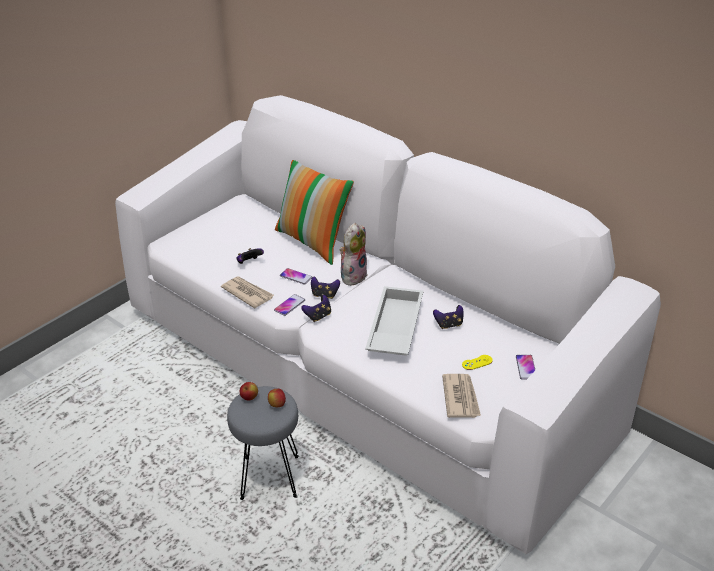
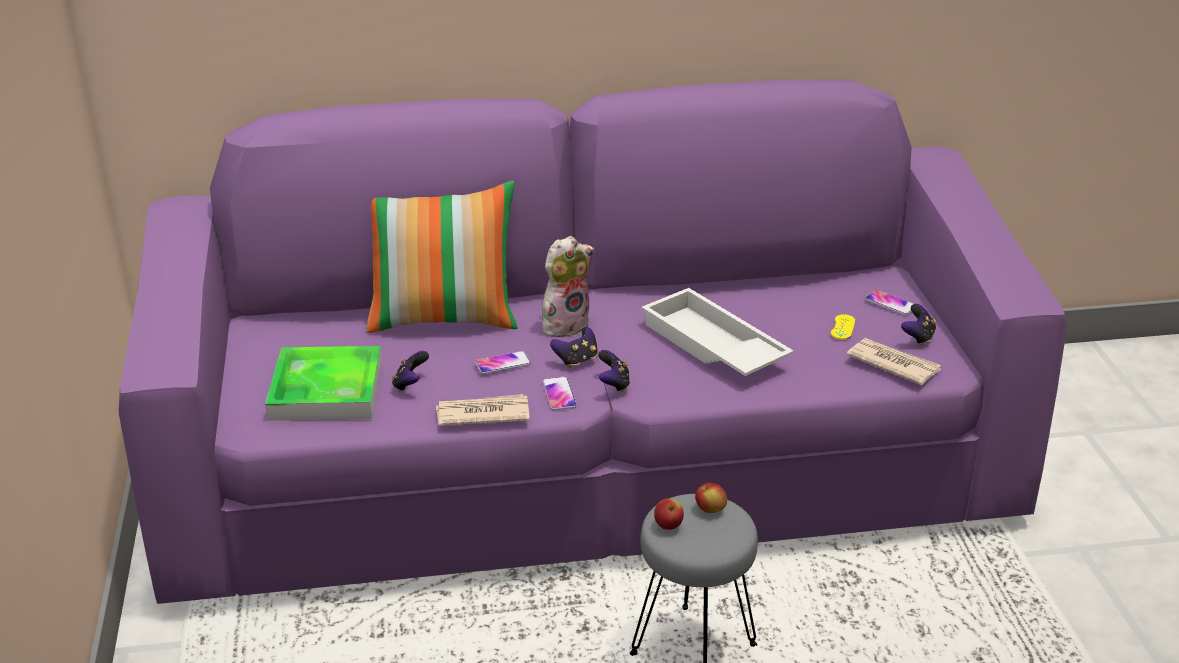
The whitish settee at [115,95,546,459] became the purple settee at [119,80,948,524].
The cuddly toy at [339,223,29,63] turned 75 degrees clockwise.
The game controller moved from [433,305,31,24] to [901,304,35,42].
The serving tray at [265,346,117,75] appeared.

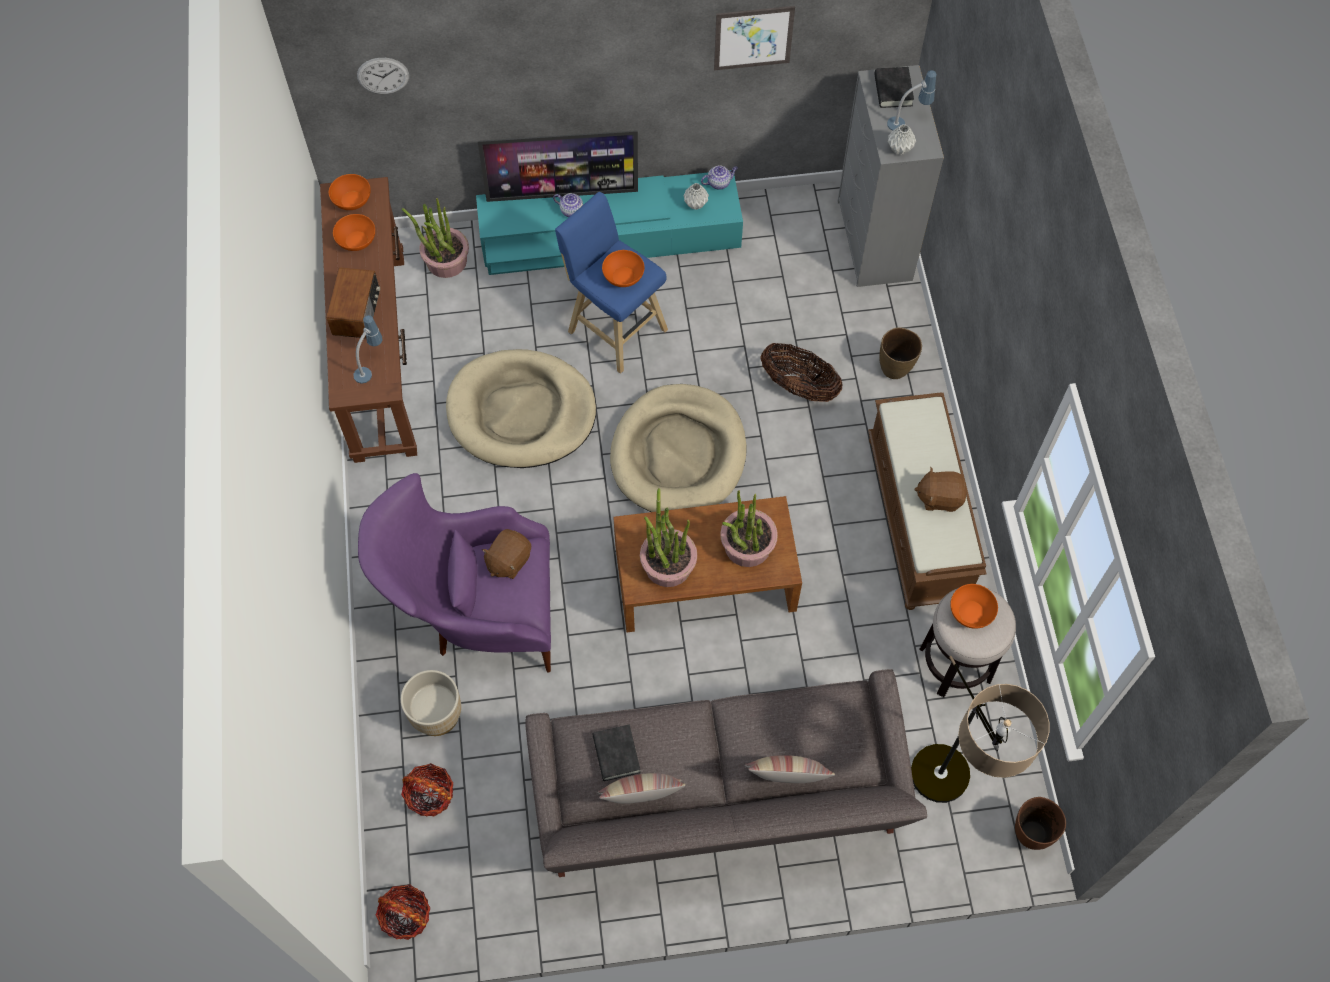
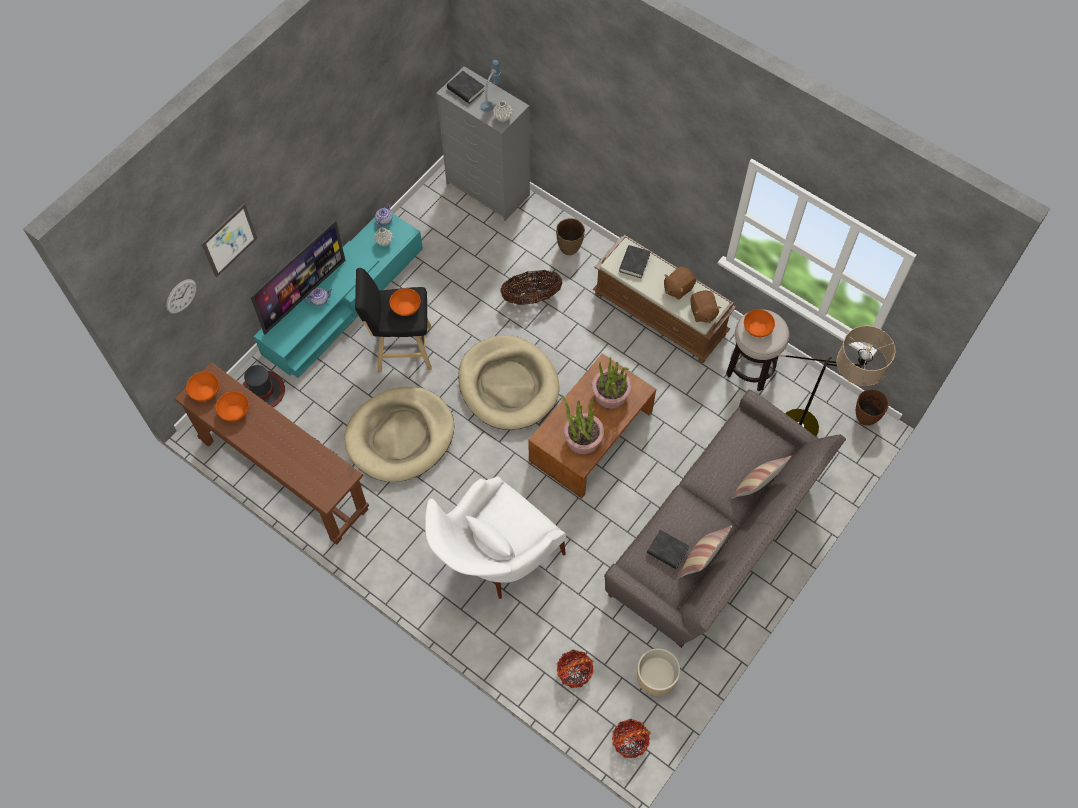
The radio at [326,267,54,71] disappeared.
The table lamp at [353,315,30,69] disappeared.
The purple easy chair at [358,473,193,199] became the whitish easy chair at [425,477,141,122].
The beige-coloured planter moved from [401,670,60,66] to [637,648,43,48].
The potted plant at [402,198,67,80] was replaced by the hat at [242,365,43,42].
The brownish cuddly toy moved from [482,529,49,50] to [690,290,31,33].
The blue stool at [555,192,113,182] became the blackish stool at [355,268,77,104].
The wall picture moved from [714,6,81,64] to [201,203,56,75].
The blackish book at [619,245,32,33] appeared.

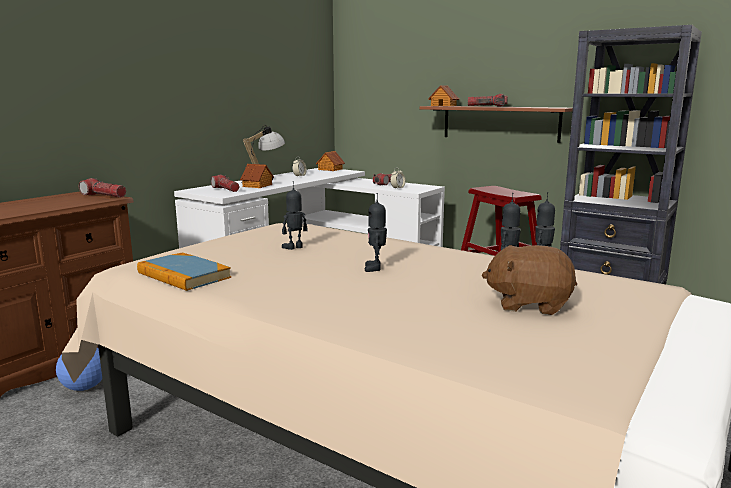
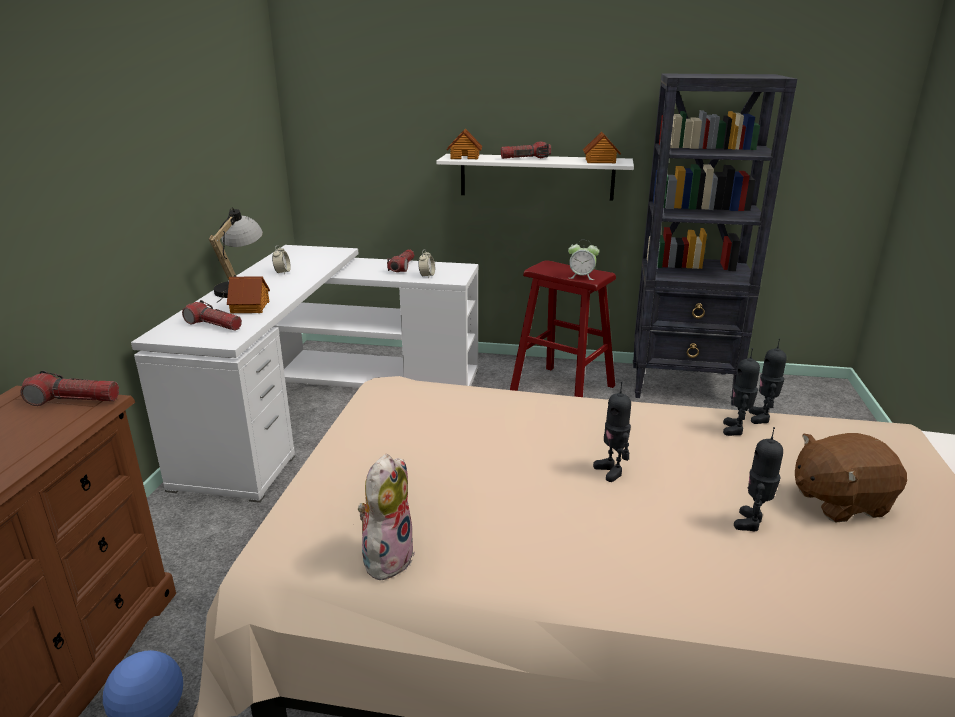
The book at [137,253,94,38] was replaced by the cuddly toy at [358,454,57,127].
The toy robot moved from [282,181,26,69] to [734,427,49,104].
The toy house moved from [316,151,29,20] to [583,131,38,33].
The brownish bracket shelf at [419,106,154,37] became the whitish bracket shelf at [436,154,198,47].
The bedside clock at [568,240,31,40] appeared.

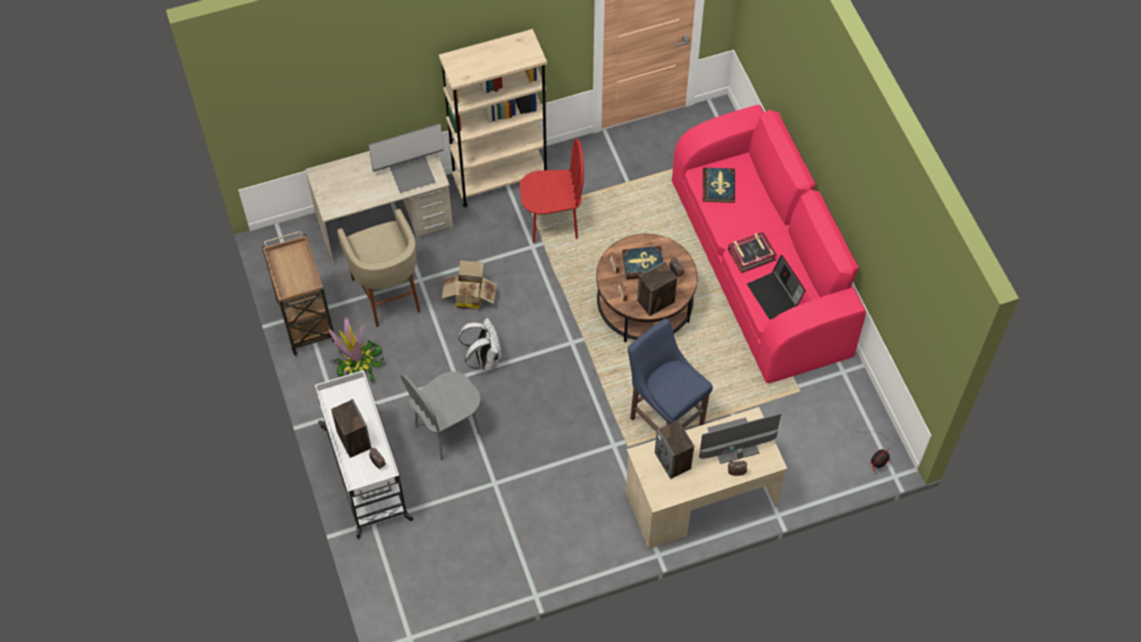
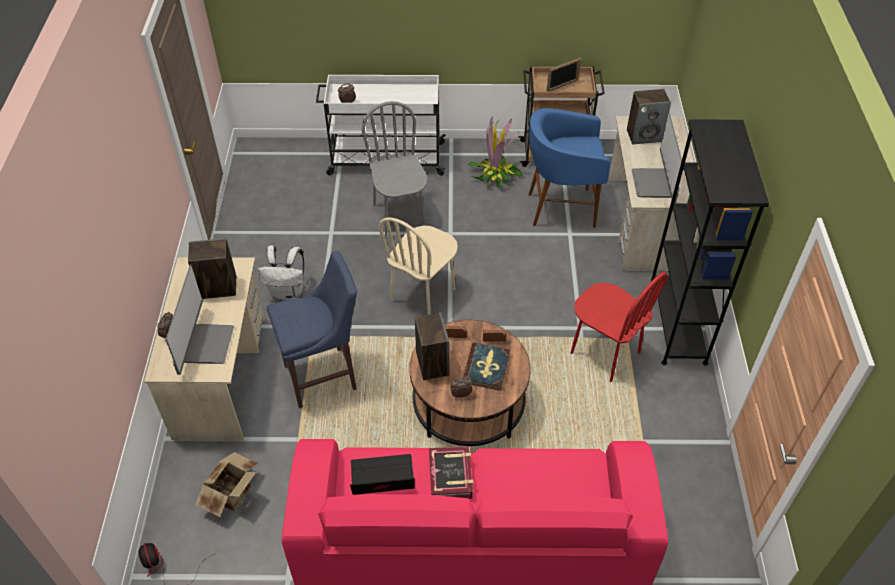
The loudspeaker moved from [331,399,41,59] to [627,89,44,55].
The beige-coloured stool at [337,209,83,118] became the blue stool at [529,108,81,120].
The beige-coloured bookcase at [439,29,108,178] became the blackish bookcase at [650,119,119,247].
The packing box moved from [441,260,56,50] to [195,452,64,65].
The whitish backpack moved from [459,318,42,53] to [258,245,46,55].
The reddish chair at [520,139,64,104] turned 60 degrees counterclockwise.
The book at [703,168,32,35] disappeared.
The beige-coloured chair at [379,217,79,98] appeared.
The standing frame at [546,58,35,34] appeared.

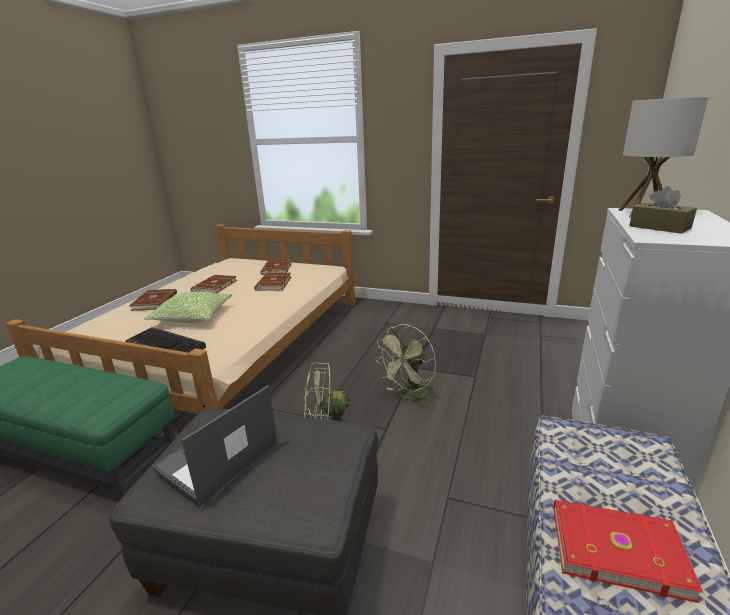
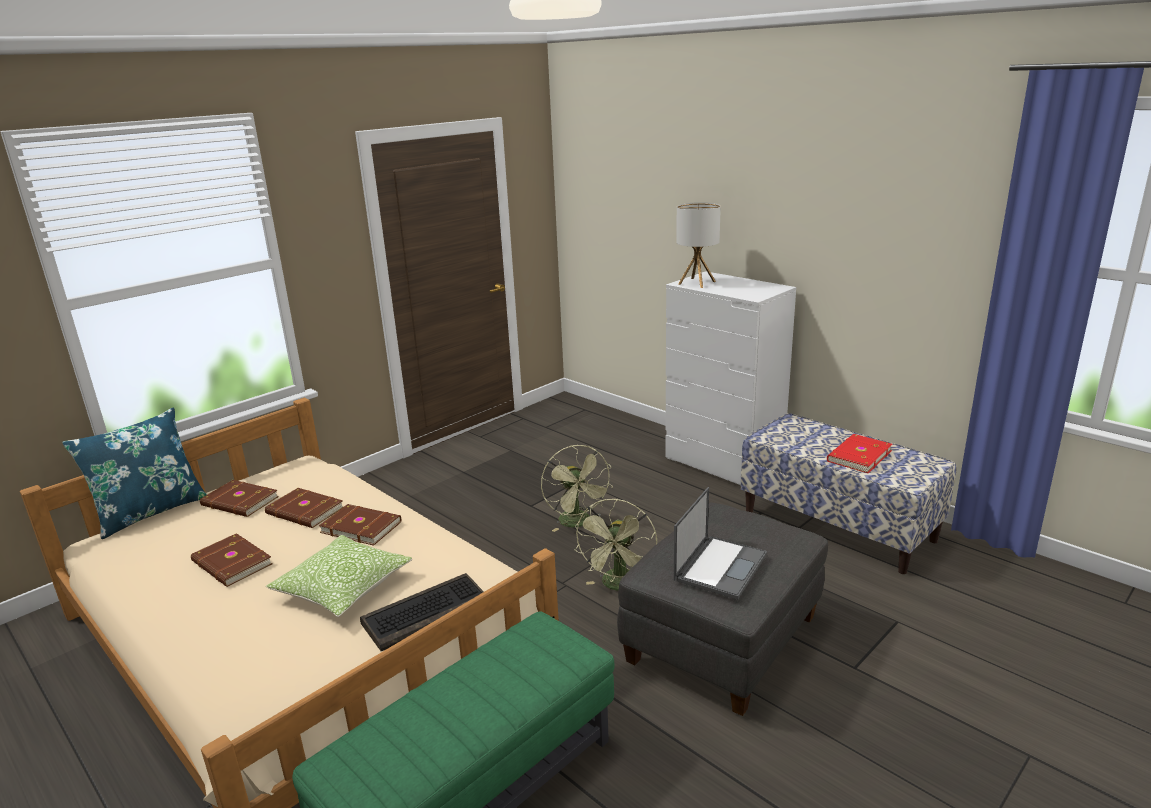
The brownish book moved from [129,289,48,22] to [319,504,82,42].
The portable computer at [152,385,126,119] turned 120 degrees counterclockwise.
The brownish box of tissues at [629,186,68,48] disappeared.
The blue throw pillow at [62,408,145,131] appeared.

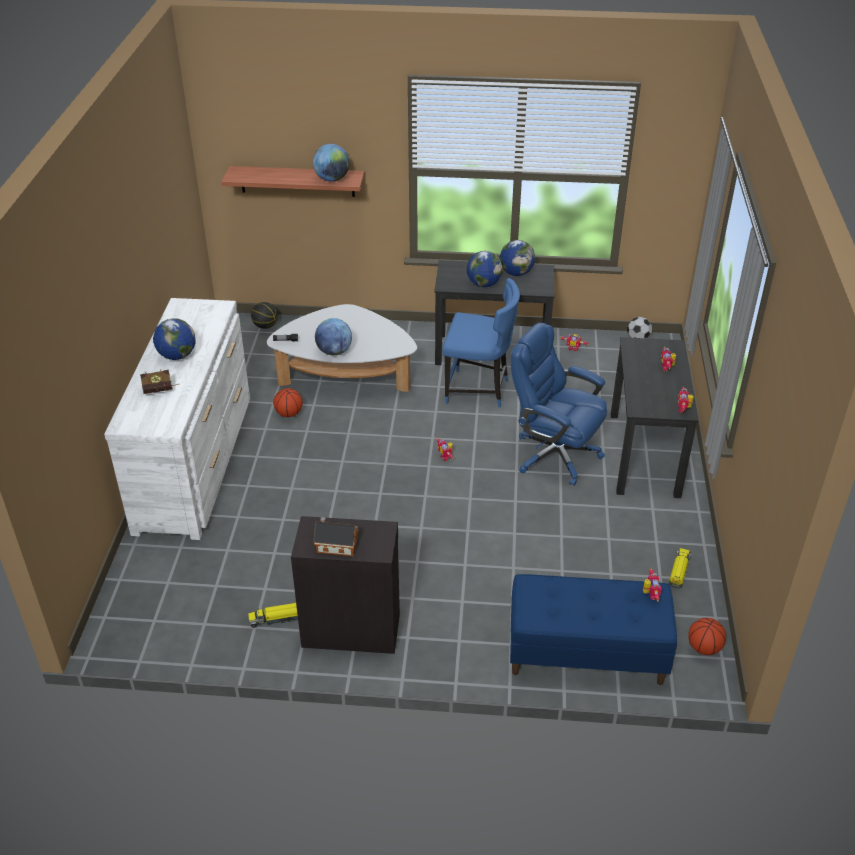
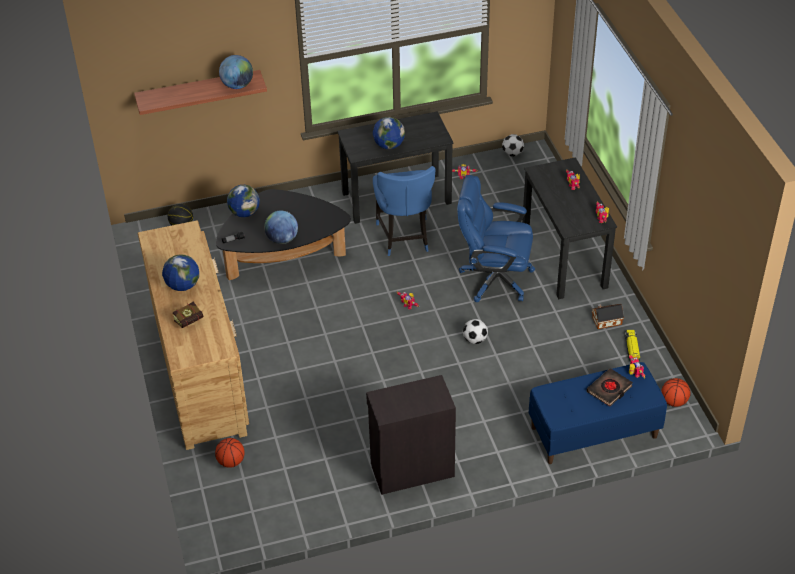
The whitish chest of drawers at [104,298,146,242] became the brownish chest of drawers at [138,221,111,229].
The toy truck at [248,603,50,25] disappeared.
The whitish coffee table at [267,304,150,88] became the blackish coffee table at [216,189,135,91].
The ball for basketball moved from [273,388,30,29] to [215,438,30,30].
The toy house moved from [313,517,46,39] to [592,304,32,25].
The blue chair at [442,278,78,130] turned 90 degrees clockwise.
The globe moved from [500,240,35,36] to [227,185,33,32].
The football at [463,319,25,25] appeared.
The blackish book at [587,368,46,38] appeared.

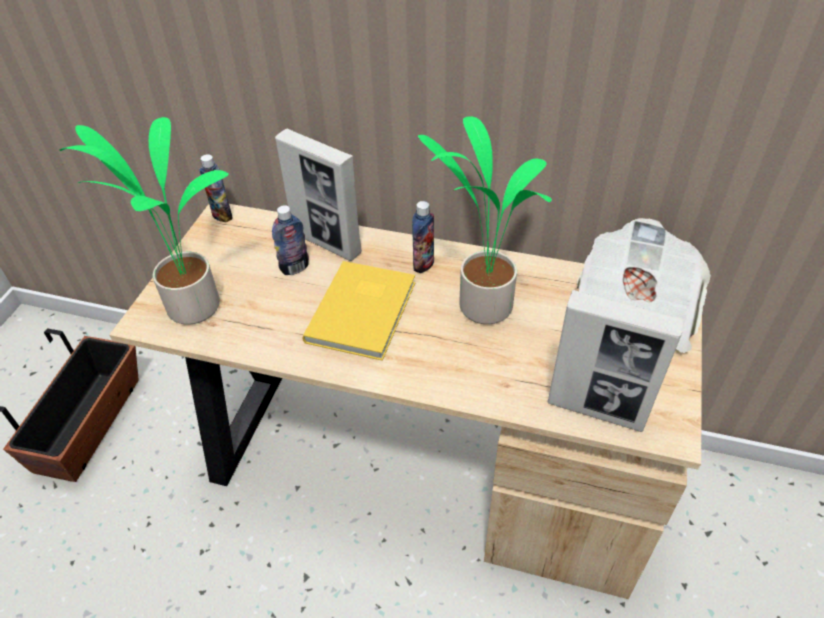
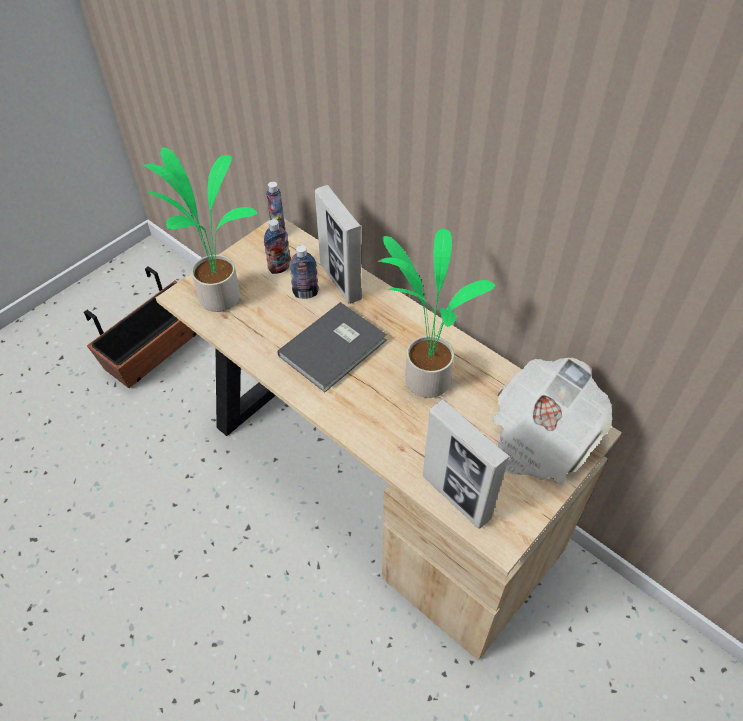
The yellowish book at [302,261,113,100] became the grey book at [277,302,110,90].
The drink bottle moved from [412,201,22,72] to [264,219,27,55].

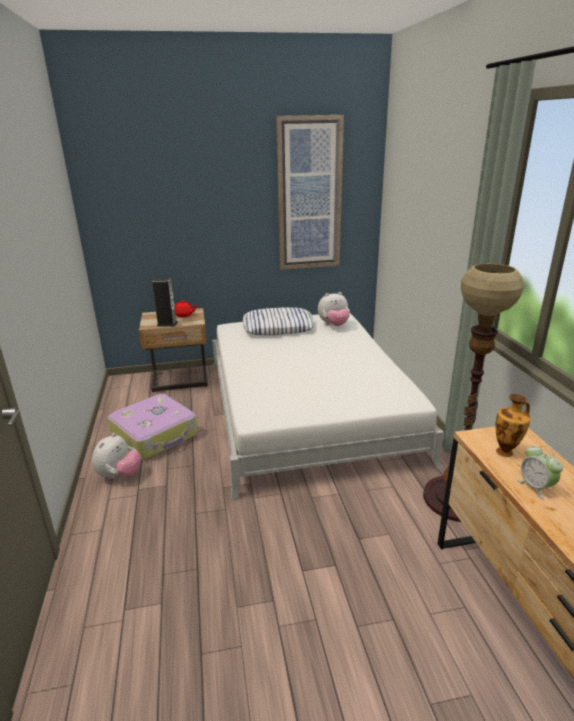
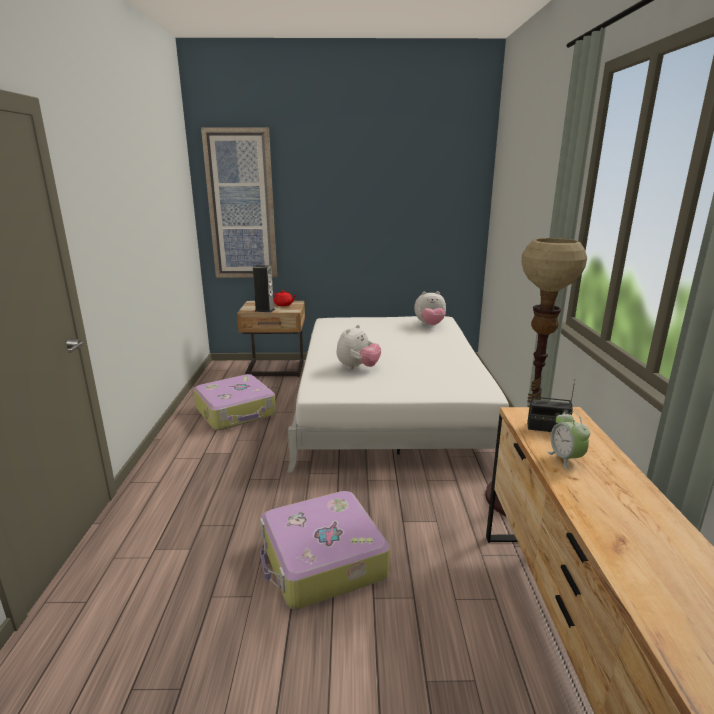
The cuddly toy moved from [92,433,49,46] to [337,325,44,45].
The throw pillow at [243,307,71,28] disappeared.
The wall picture moved from [276,115,68,155] to [201,127,76,151].
The decorative vase at [496,394,35,63] was replaced by the radio at [527,379,48,53].
The travel case at [260,491,130,119] appeared.

